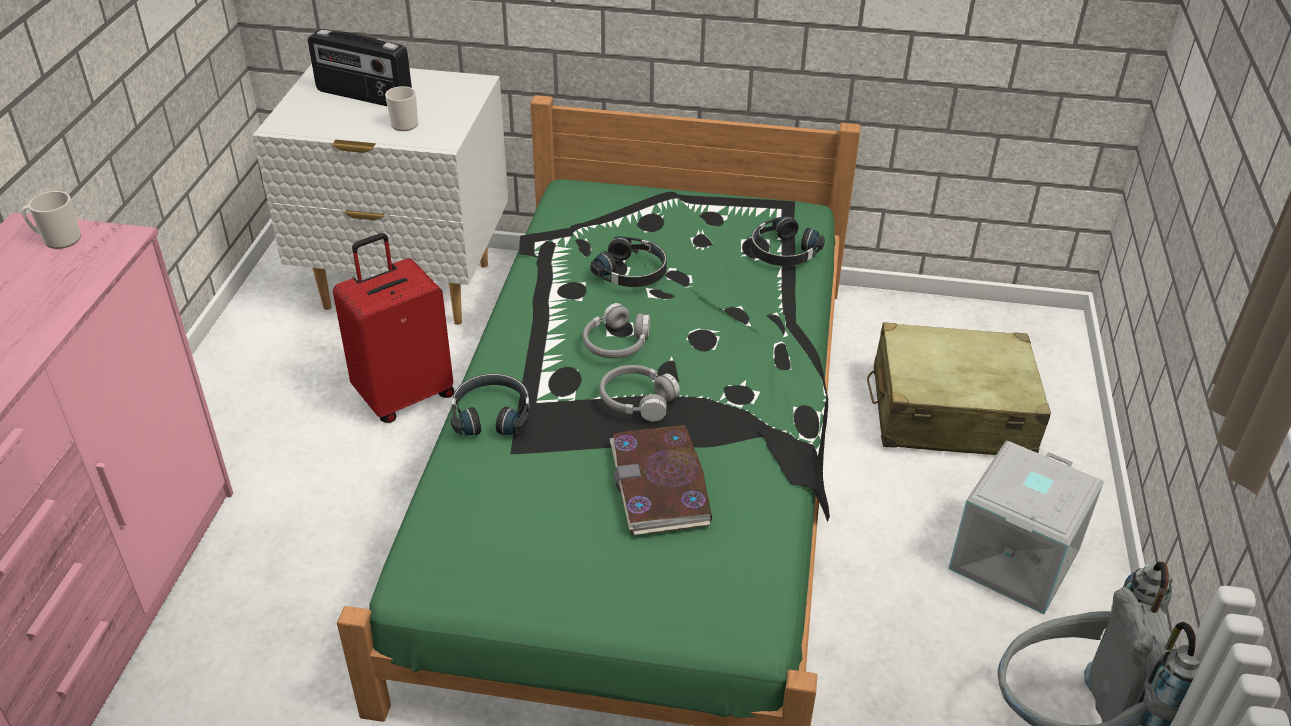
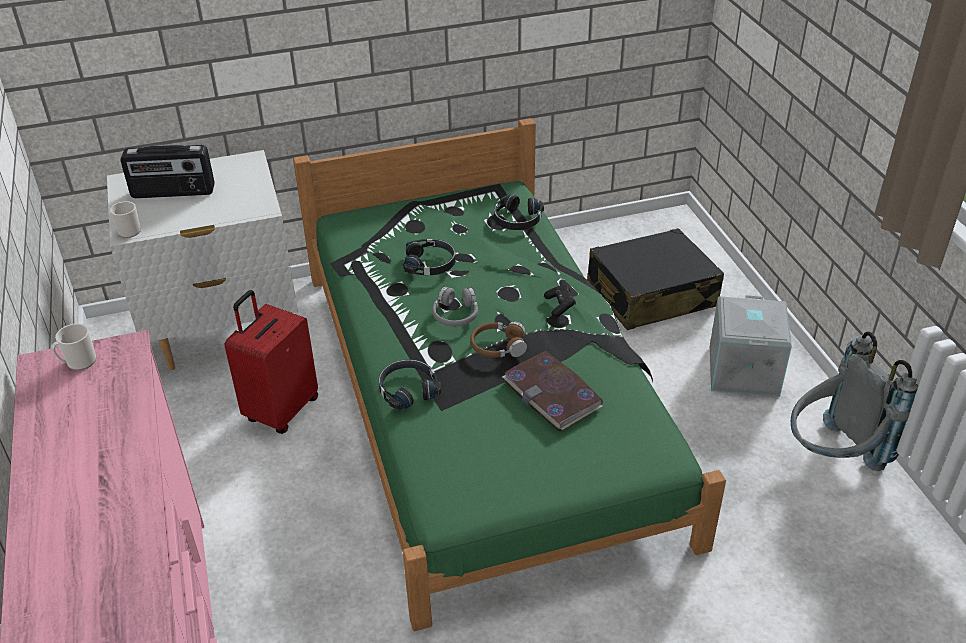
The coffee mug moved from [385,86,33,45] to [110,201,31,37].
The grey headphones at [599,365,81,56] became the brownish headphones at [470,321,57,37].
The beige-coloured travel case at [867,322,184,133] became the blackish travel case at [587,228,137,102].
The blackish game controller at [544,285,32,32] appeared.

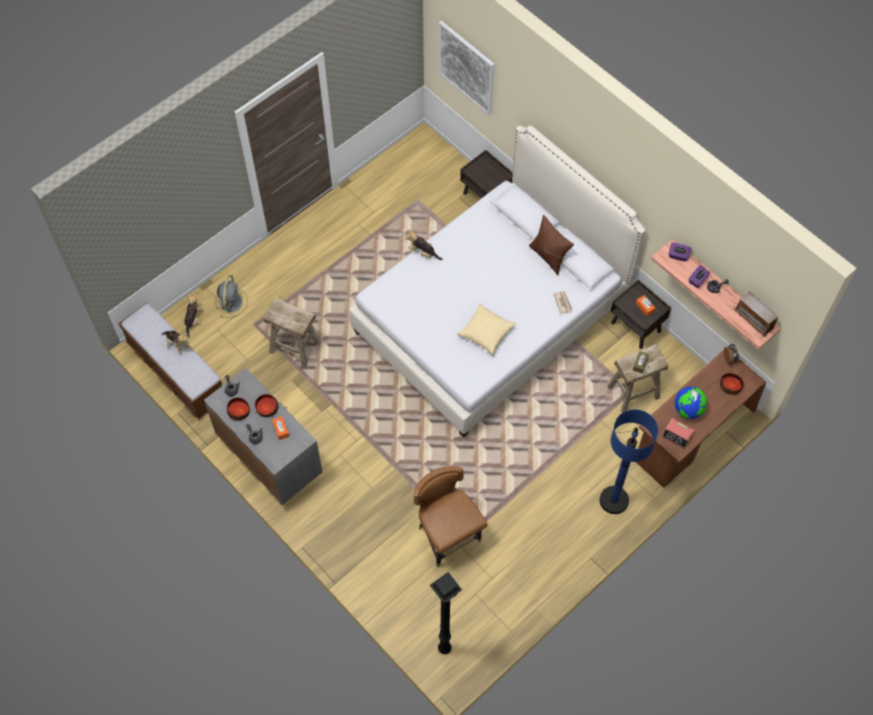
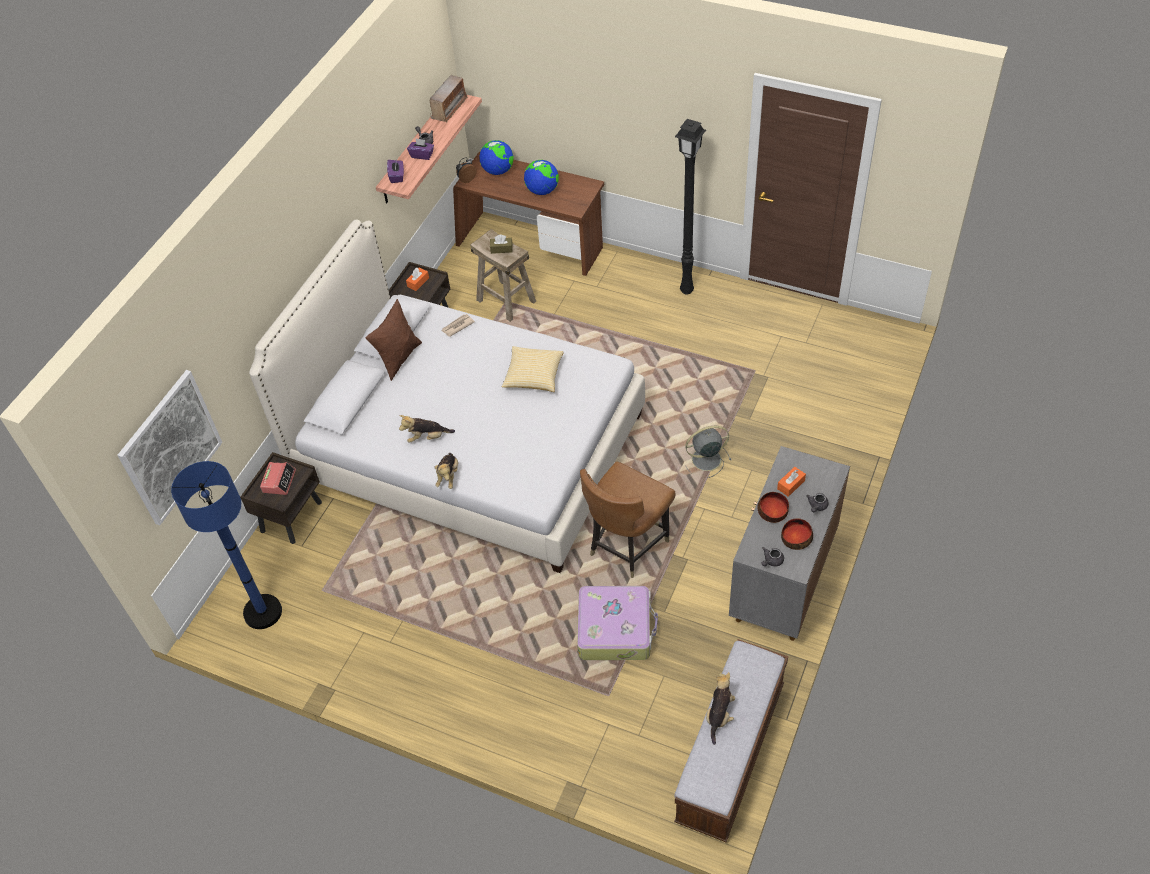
The cuddly toy moved from [184,293,19,45] to [399,415,56,28].
The grey electric fan moved from [215,275,33,43] to [685,426,46,52].
The beige-coloured stool at [263,297,58,70] was replaced by the travel case at [577,586,81,74].
The brownish chair moved from [414,466,74,101] to [580,462,96,116].
The blackish standing lamp moved from [430,572,32,82] to [675,119,31,176].
The blue standing lamp moved from [600,409,58,105] to [171,461,111,168].
The bedside clock moved from [661,418,34,31] to [260,462,36,33].
The bowl at [720,373,24,22] was replaced by the globe at [480,140,34,35].

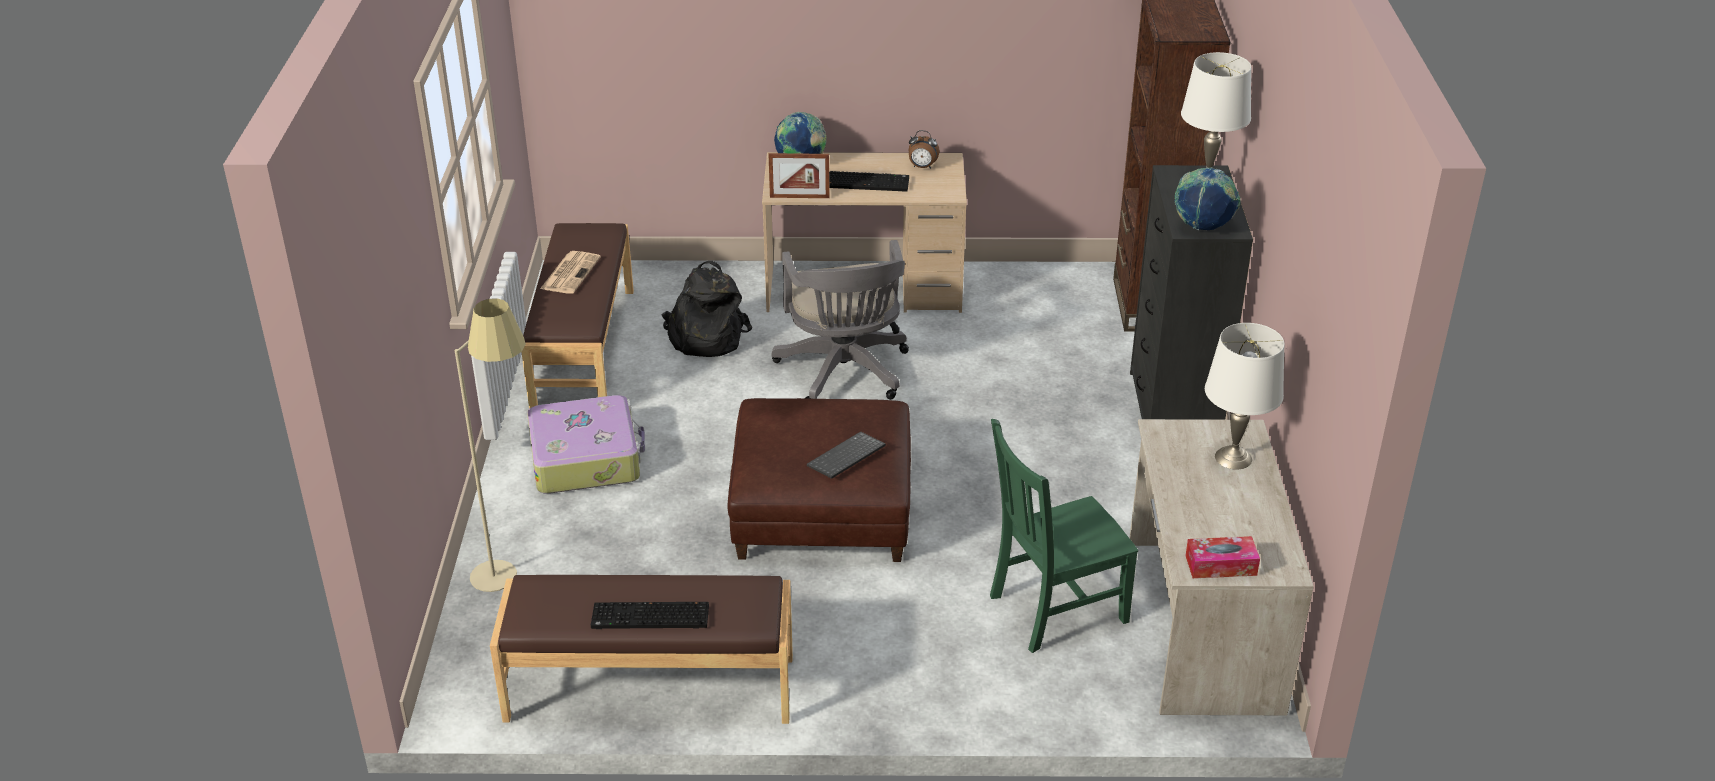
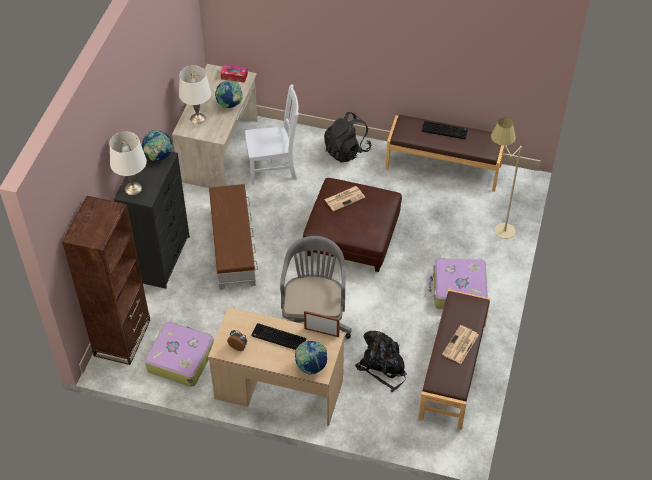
The PC keyboard at [807,432,79,47] was replaced by the printed paper at [324,186,41,25].
The green chair at [990,419,148,234] became the whitish chair at [245,84,54,101].
The travel case at [145,321,69,66] appeared.
The brownish ottoman at [209,184,49,106] appeared.
The globe at [215,80,28,28] appeared.
The blackish backpack at [324,112,47,51] appeared.

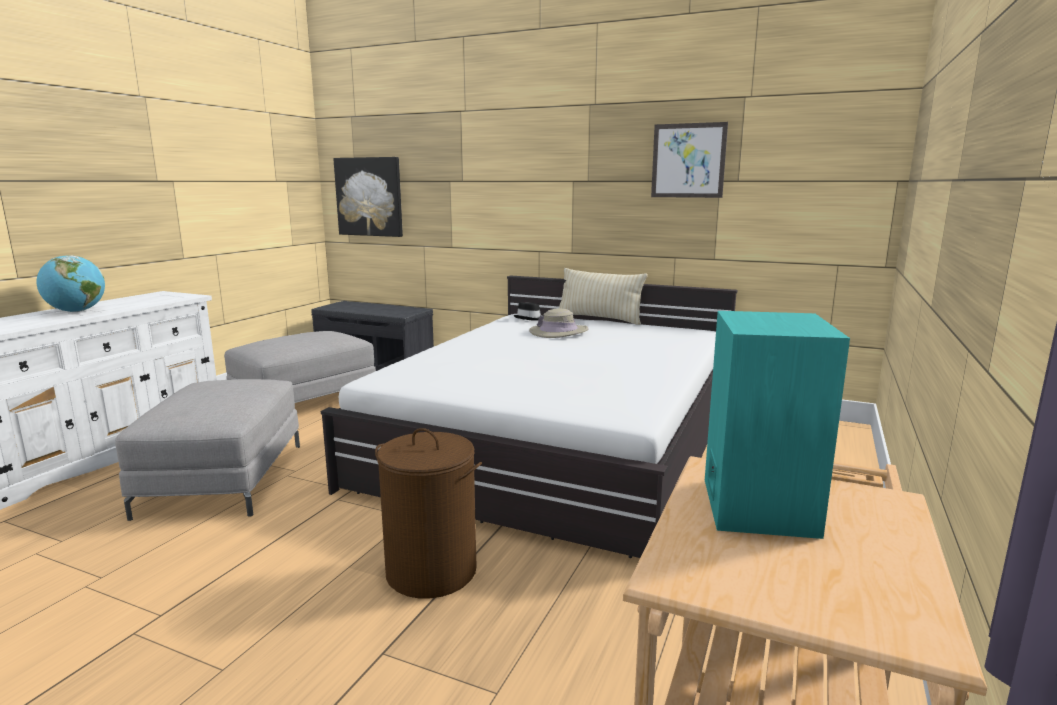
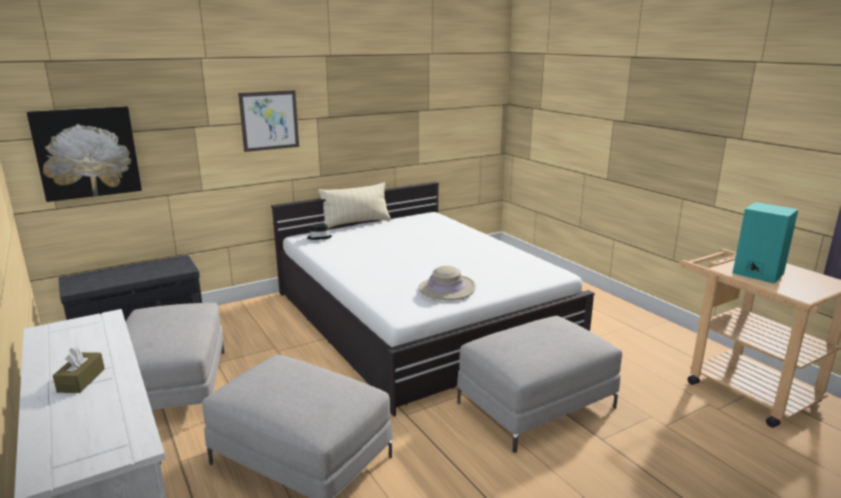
The globe at [36,255,69,57] was replaced by the brownish box of tissues at [53,346,52,47].
The brownish laundry basket at [375,428,107,171] was replaced by the grey ottoman at [457,316,165,137].
The beige-coloured hat moved from [529,309,59,29] to [419,266,57,34].
The wall picture moved from [651,122,77,76] to [238,90,61,62].

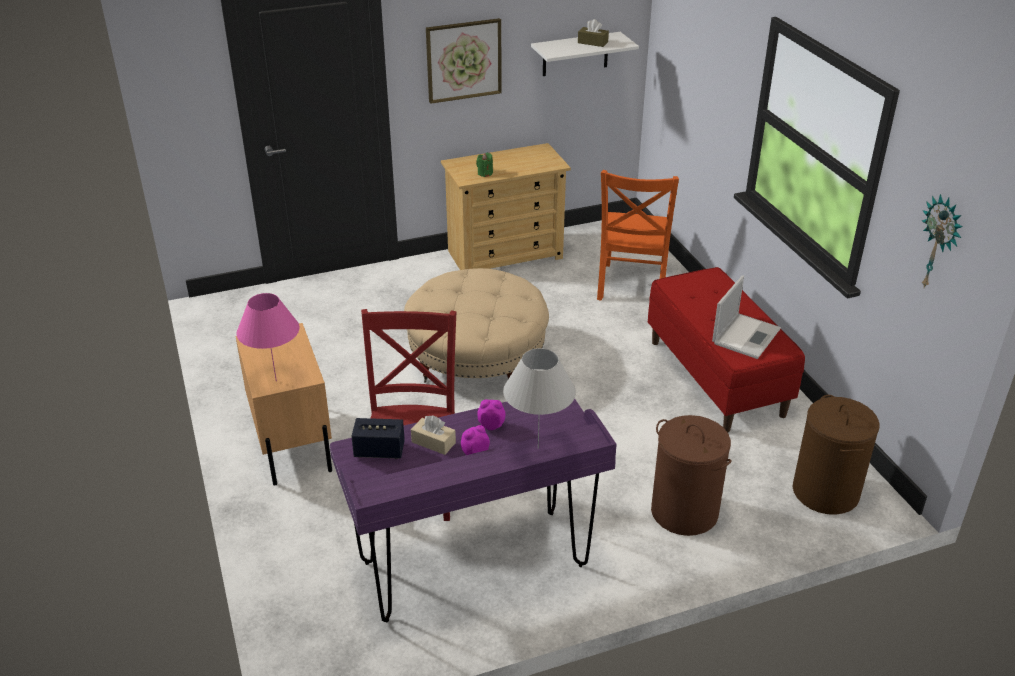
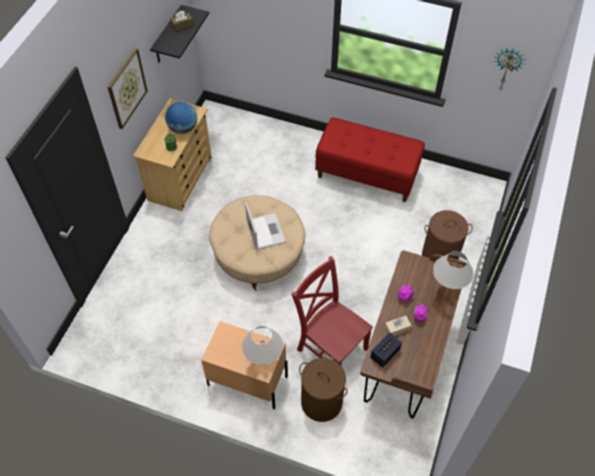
The pink table lamp at [236,293,64,89] became the whitish table lamp at [242,326,41,39].
The purple desk at [330,399,287,224] became the brownish desk at [360,251,107,167].
The whitish bracket shelf at [531,32,108,44] became the blackish bracket shelf at [150,5,59,58].
The orange-coloured chair at [597,170,82,131] disappeared.
The portable computer moved from [712,275,69,84] to [245,202,41,48].
The brownish laundry basket moved from [792,395,88,120] to [299,358,49,64].
The globe at [165,102,32,32] appeared.

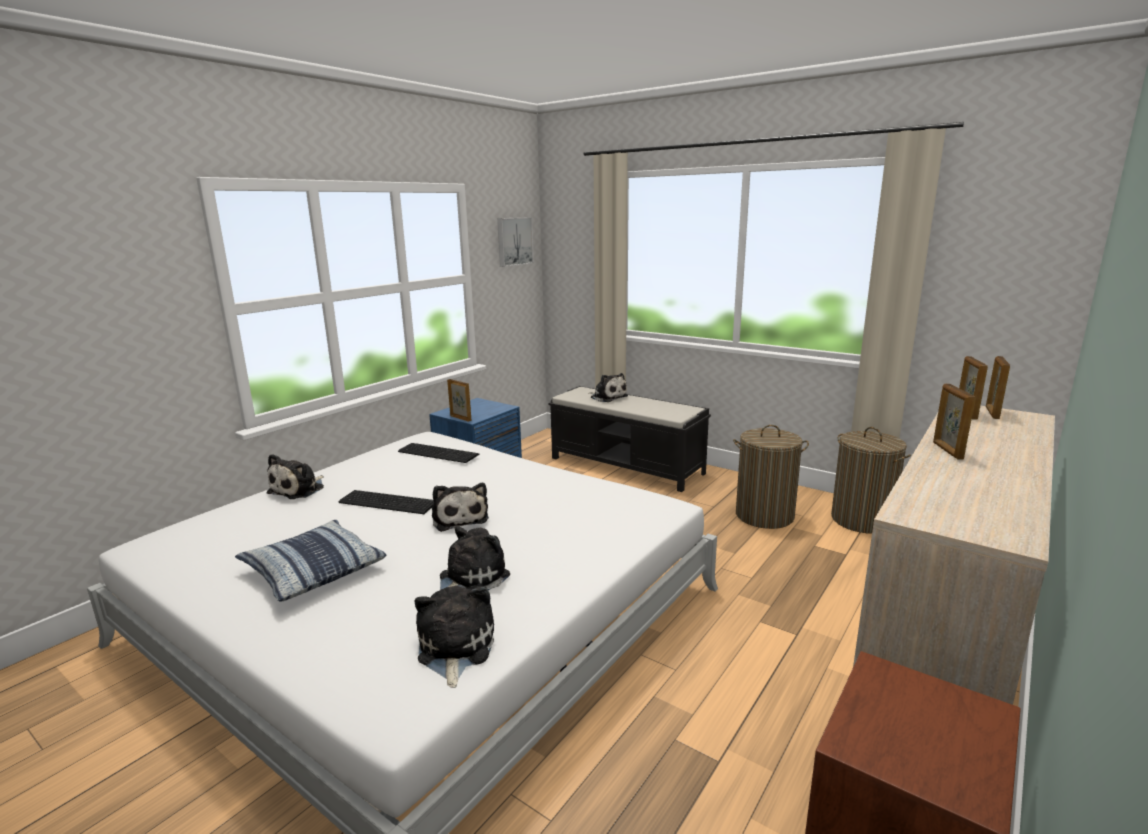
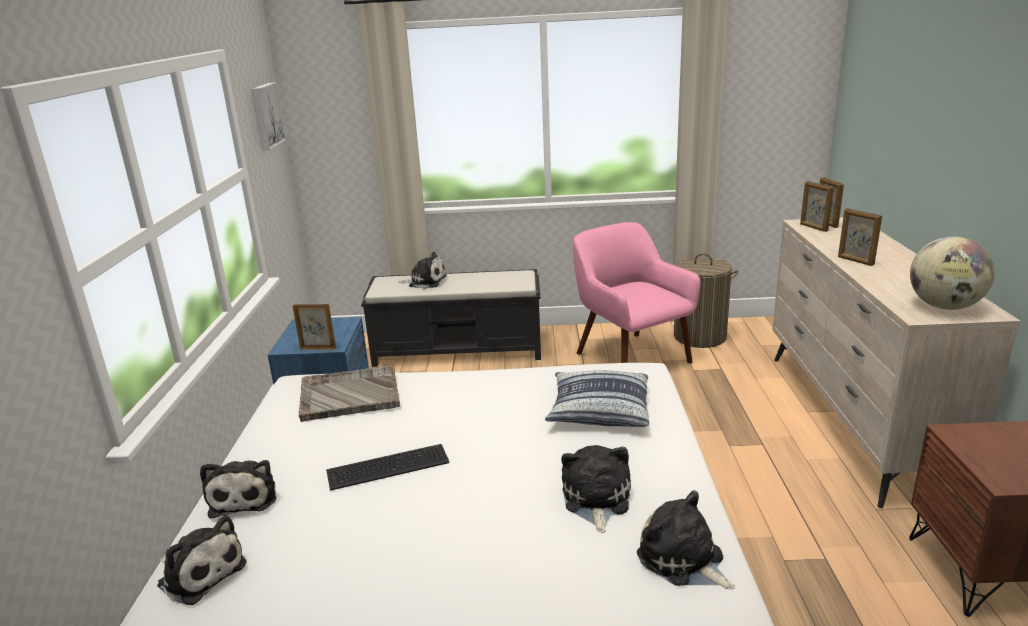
The throw pillow moved from [235,520,151,82] to [545,370,104,57].
The PC keyboard at [398,443,81,20] was replaced by the grey serving tray at [299,366,101,56].
The cuddly toy moved from [432,483,57,49] to [157,515,89,90].
The laundry basket at [733,425,76,104] was replaced by the pink easy chair at [573,222,127,142].
The globe at [910,237,85,73] appeared.

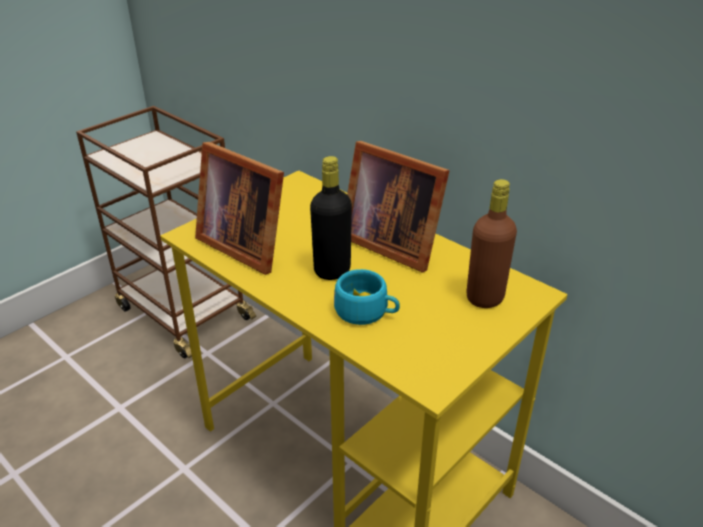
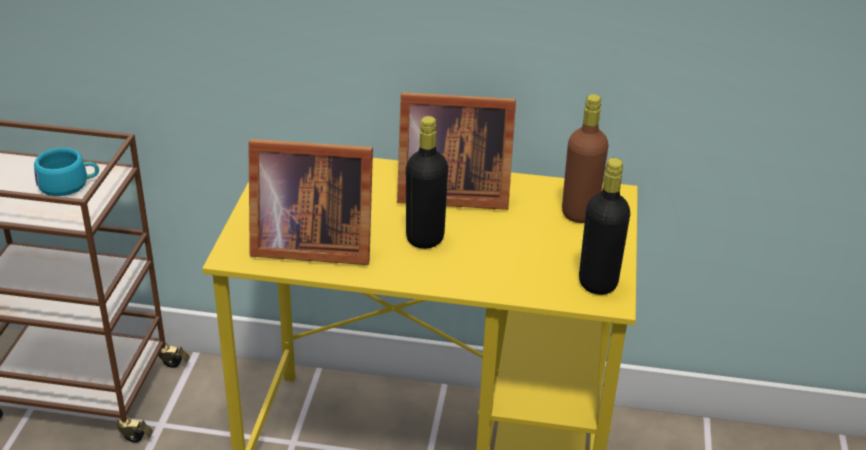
The blue-green cup moved from [334,269,66,56] to [34,148,65,48].
The blackish drink bottle at [579,158,51,137] appeared.

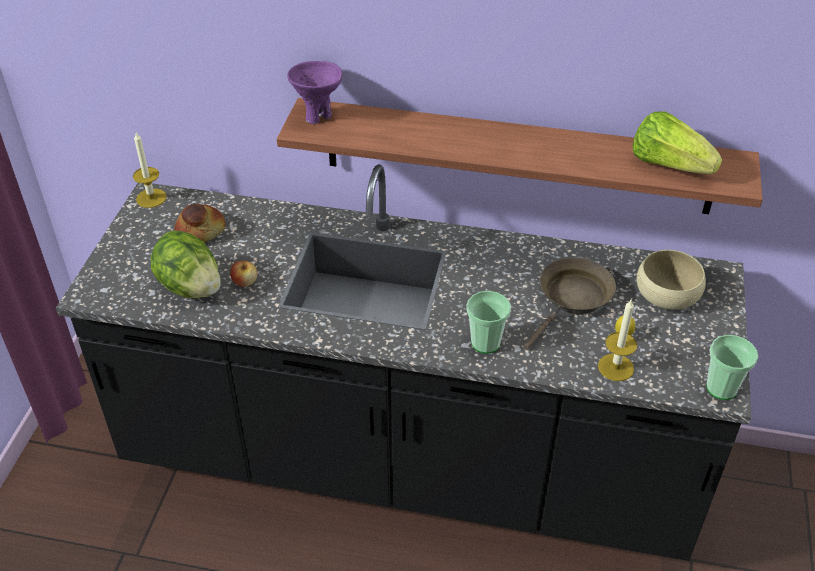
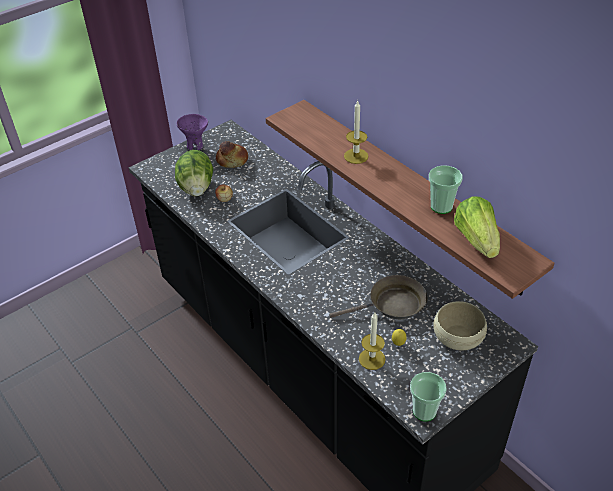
The wax light moved from [133,132,34,76] to [344,101,25,63].
The purple bowl moved from [287,61,55,63] to [177,114,31,36].
The cup moved from [466,291,45,63] to [429,165,34,49].

